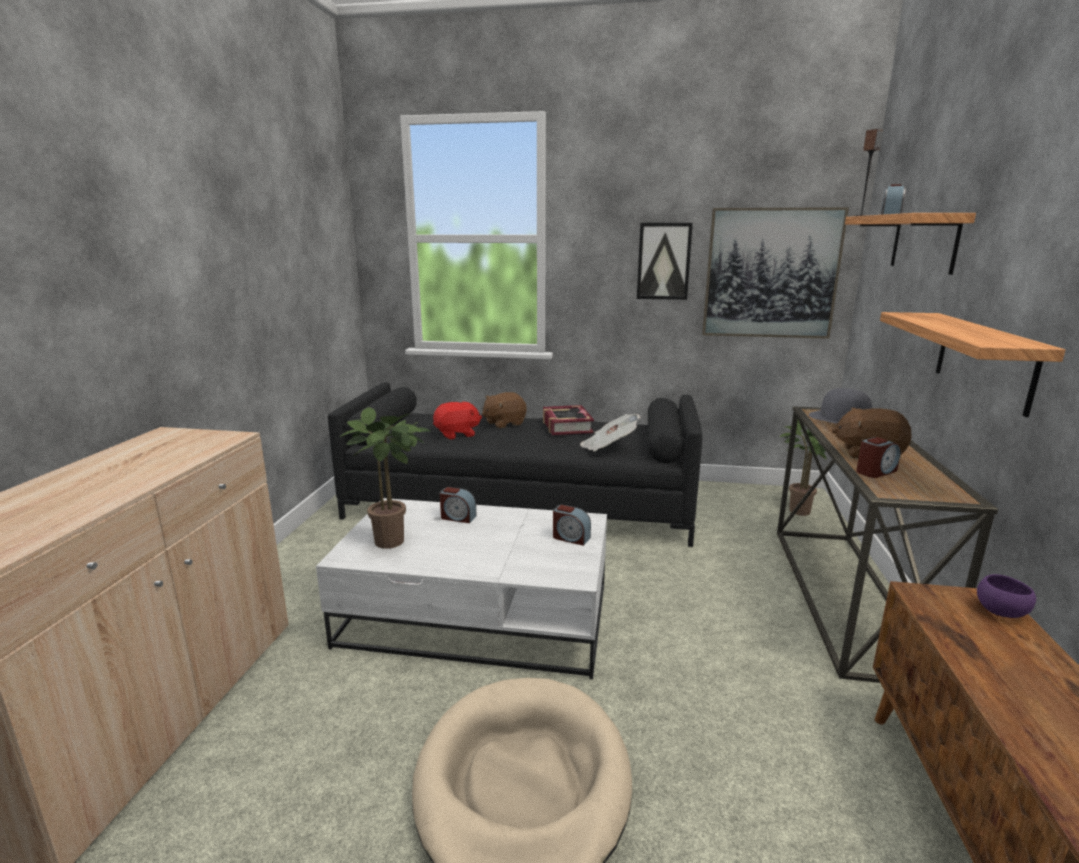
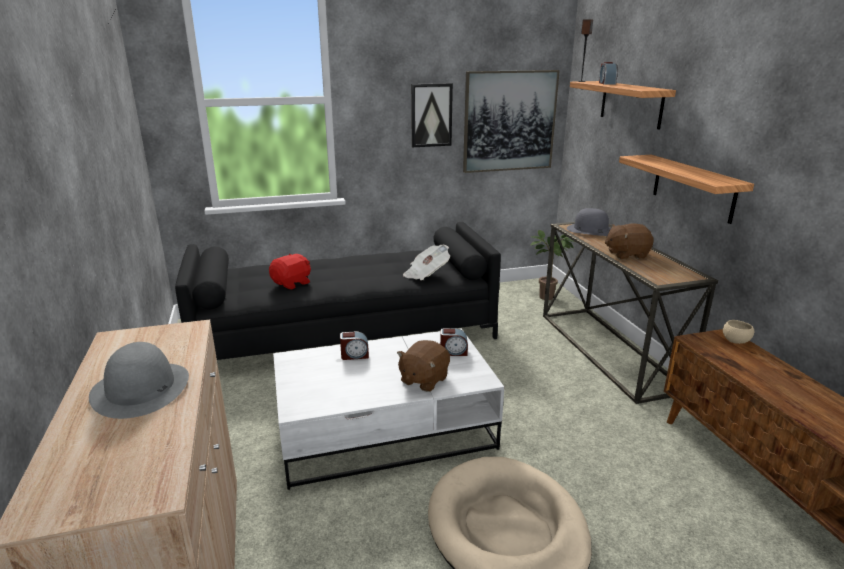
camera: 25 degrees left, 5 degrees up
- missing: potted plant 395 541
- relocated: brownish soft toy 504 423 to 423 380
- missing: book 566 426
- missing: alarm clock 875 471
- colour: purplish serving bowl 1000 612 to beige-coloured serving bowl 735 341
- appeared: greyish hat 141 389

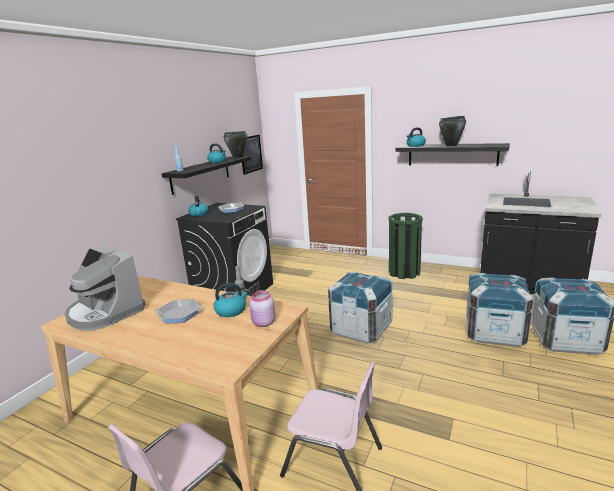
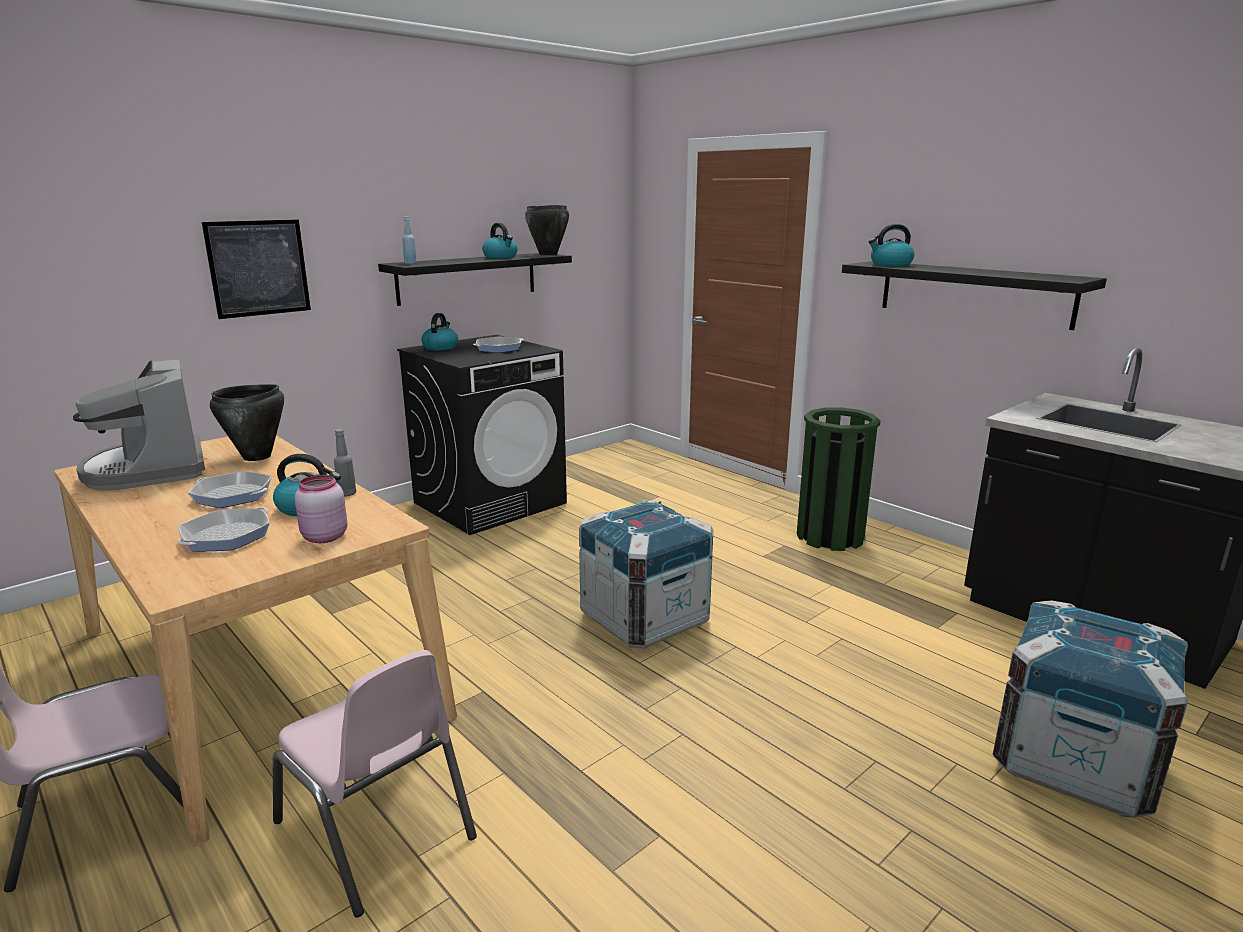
camera: 20 degrees right, 0 degrees up
- relocated: picture 251 154 to 258 268
- relocated: black-coloured stockpot 451 145 to 257 457
- missing: packing crate 494 332
- appeared: frying pan 226 536

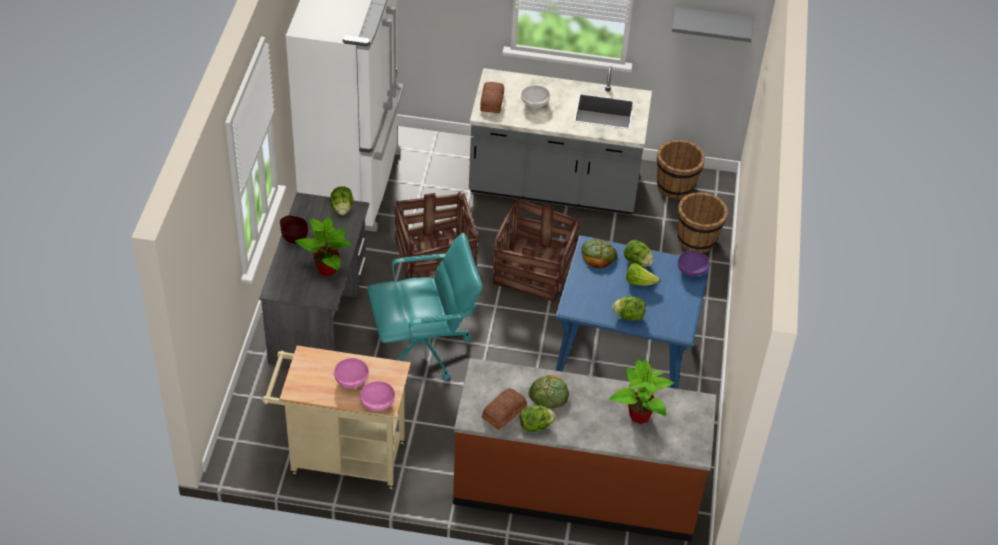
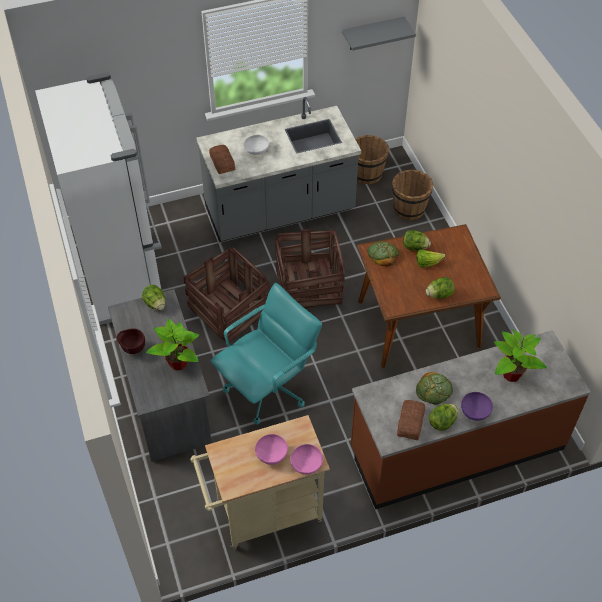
camera: 25 degrees left, 5 degrees up
- colour: bluish dinner table 623 355 to brownish dinner table 418 323
- relocated: purplish serving bowl 692 271 to 475 412

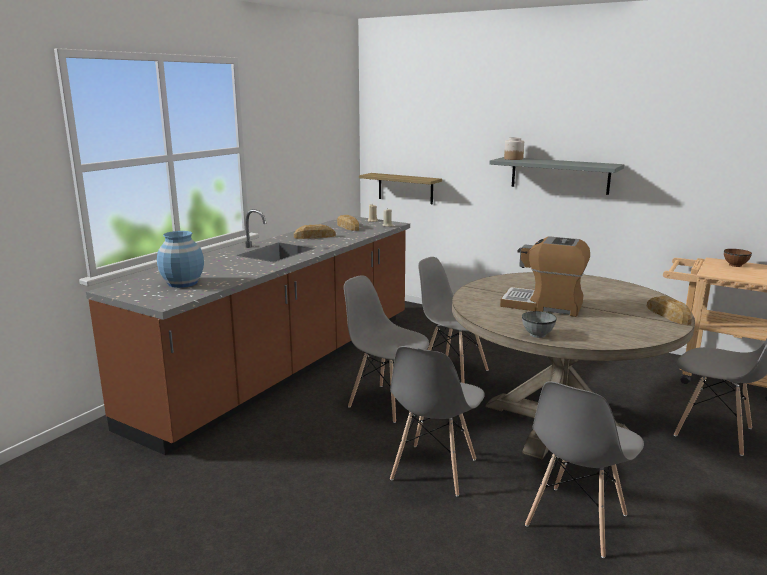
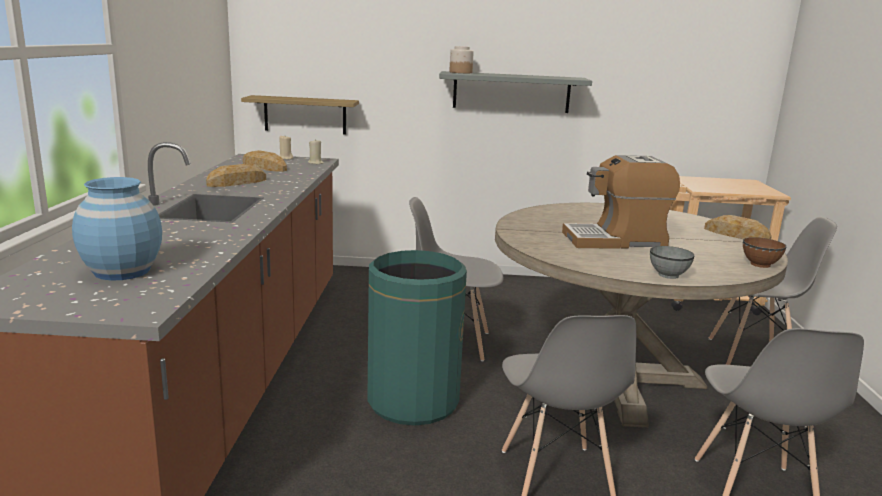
camera: 30 degrees left, 0 degrees up
- exchanged: greyish upright chair 386 403 to greenish trash can 412 401
- relocated: brownish serving bowl 735 265 to 760 264

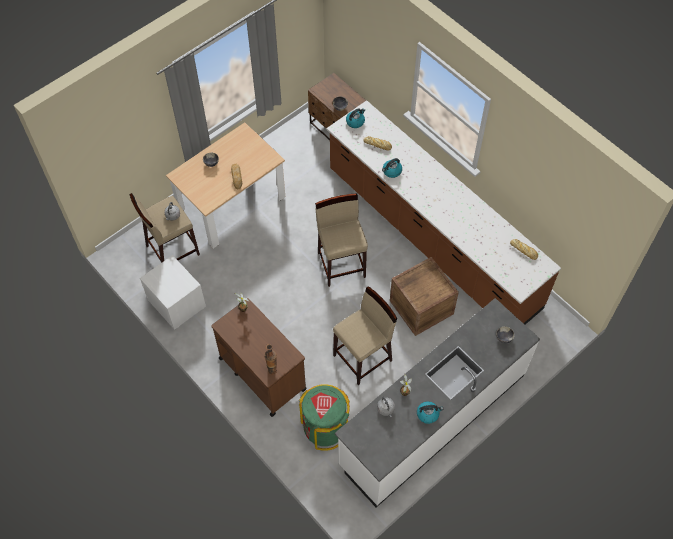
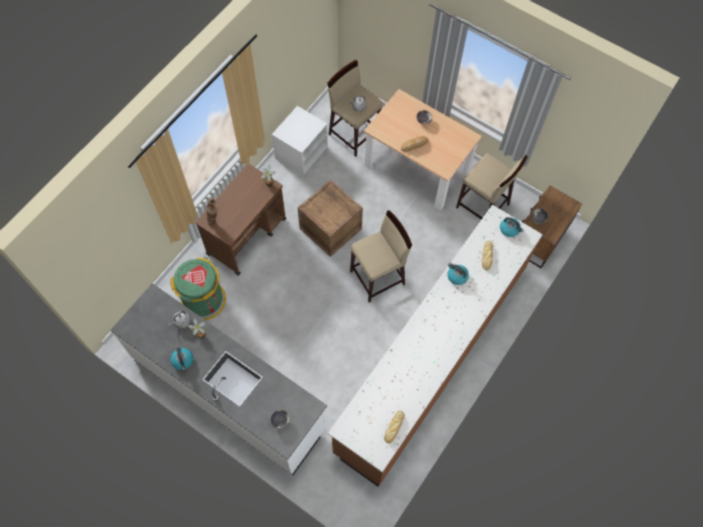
camera: 75 degrees right, 5 degrees up
- relocated: beige-coloured sitting stool 363 358 to 482 206
- relocated: packing crate 421 307 to 330 228

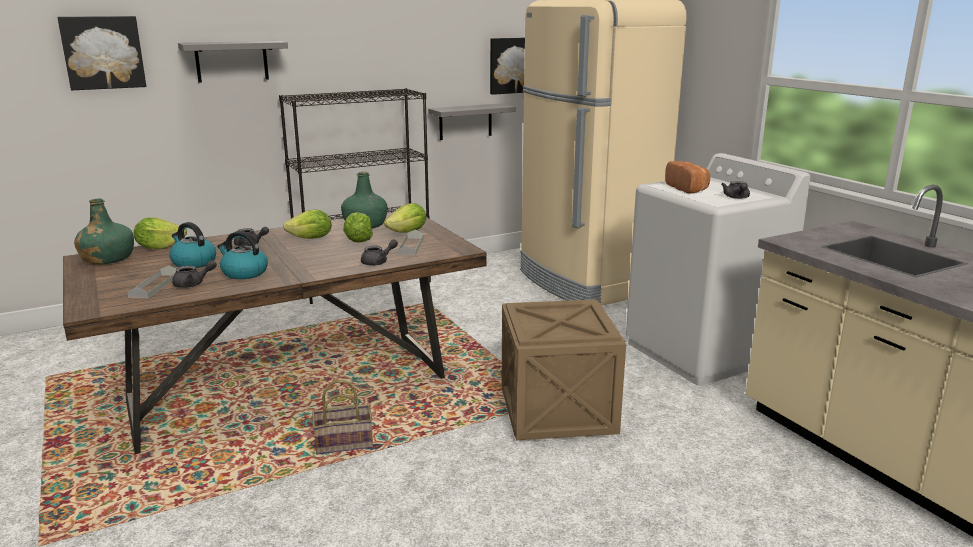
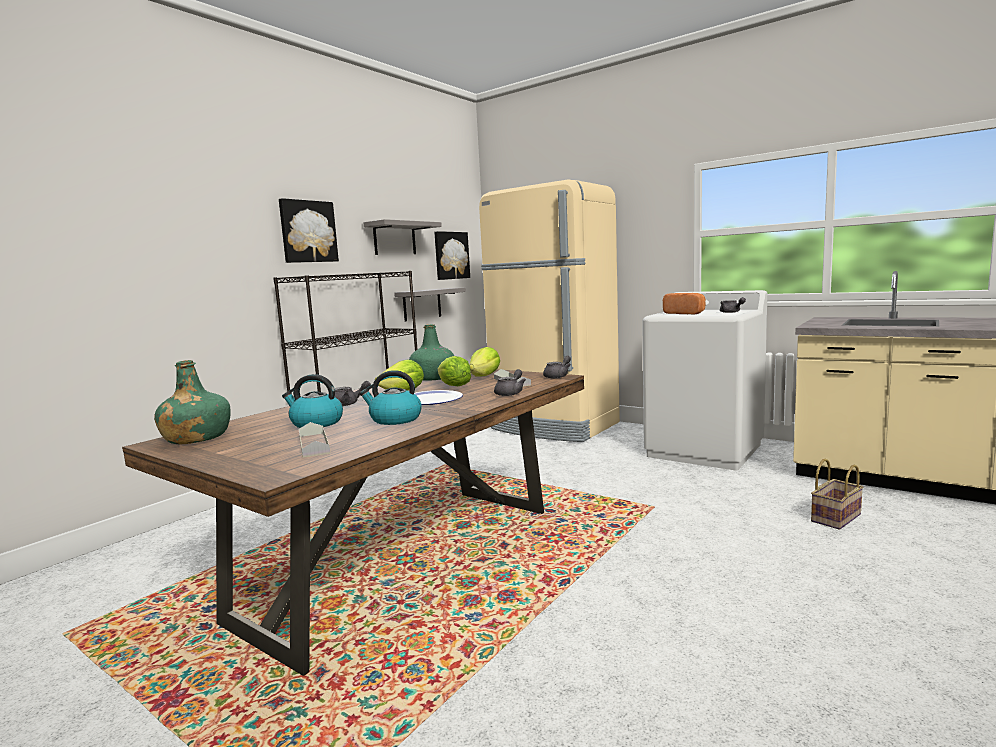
camera: 25 degrees left, 10 degrees down
- relocated: picture 103 52 to 307 231
- missing: head of lettuce 159 247
- relocated: greyish tea pot 193 284 to 558 376
- relocated: greyish wall shelf 232 61 to 394 239
- relocated: basket 345 443 to 835 517
- missing: packing crate 556 409
- appeared: flat dish 431 399

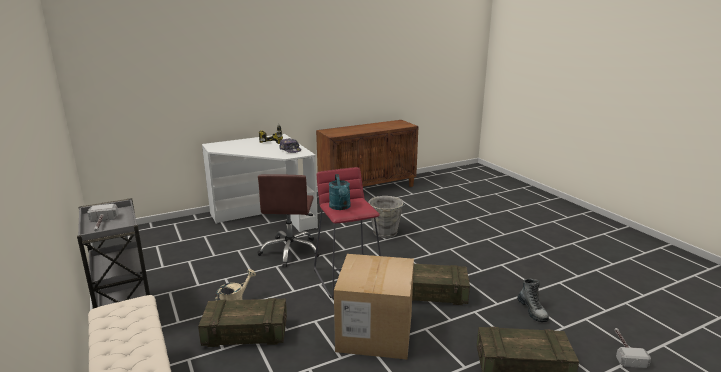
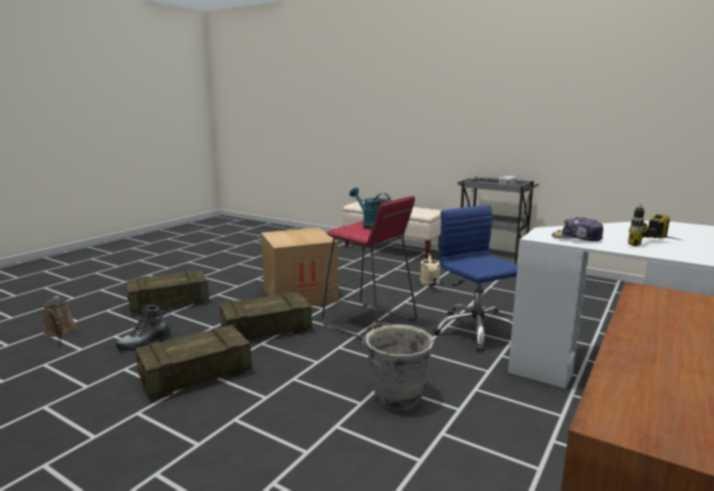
camera: 150 degrees right, 5 degrees down
- relocated: packing crate 246 334 to 196 375
- colour: brownish desk chair 290 251 to bluish desk chair 475 331
- spun: boot 532 311 = 144 342 90 degrees counterclockwise
- exchanged: tool hammer 624 350 to brownish sprinkling can 60 332

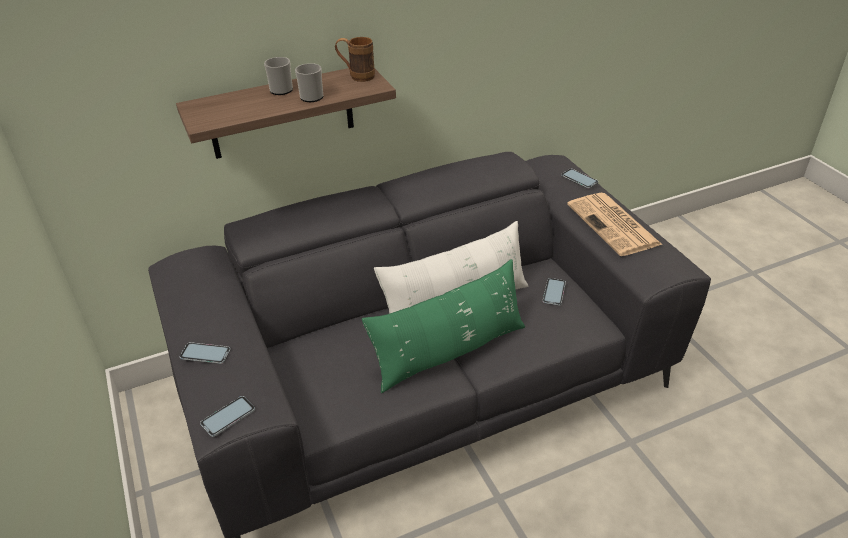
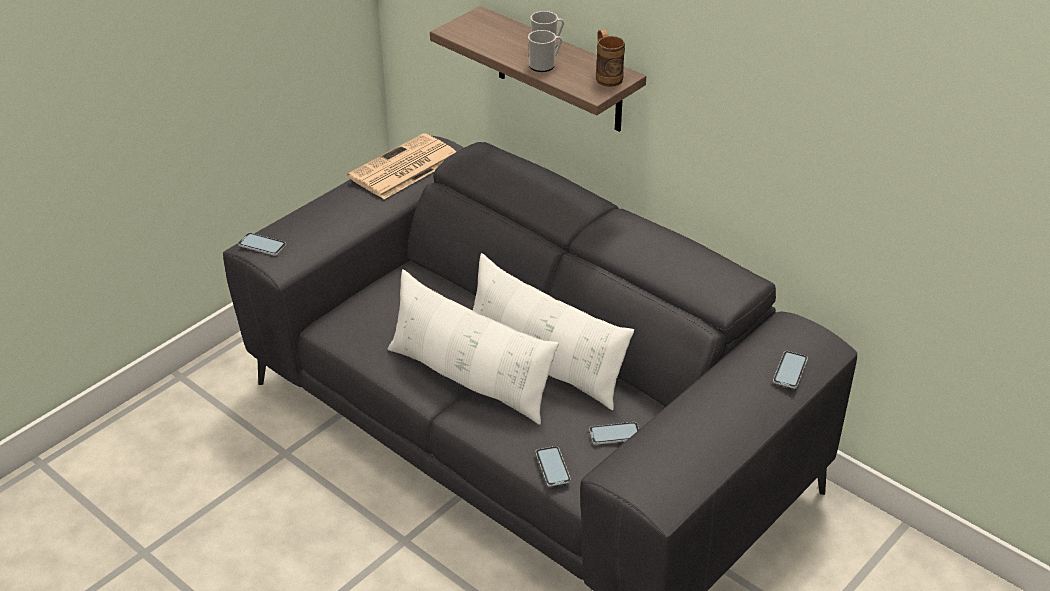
camera: 65 degrees right, 0 degrees up
- relocated: telephone 205 354 to 552 467
- colour: greenish pillow 449 351 to whitish pillow 469 378
- relocated: daily paper 614 225 to 403 168

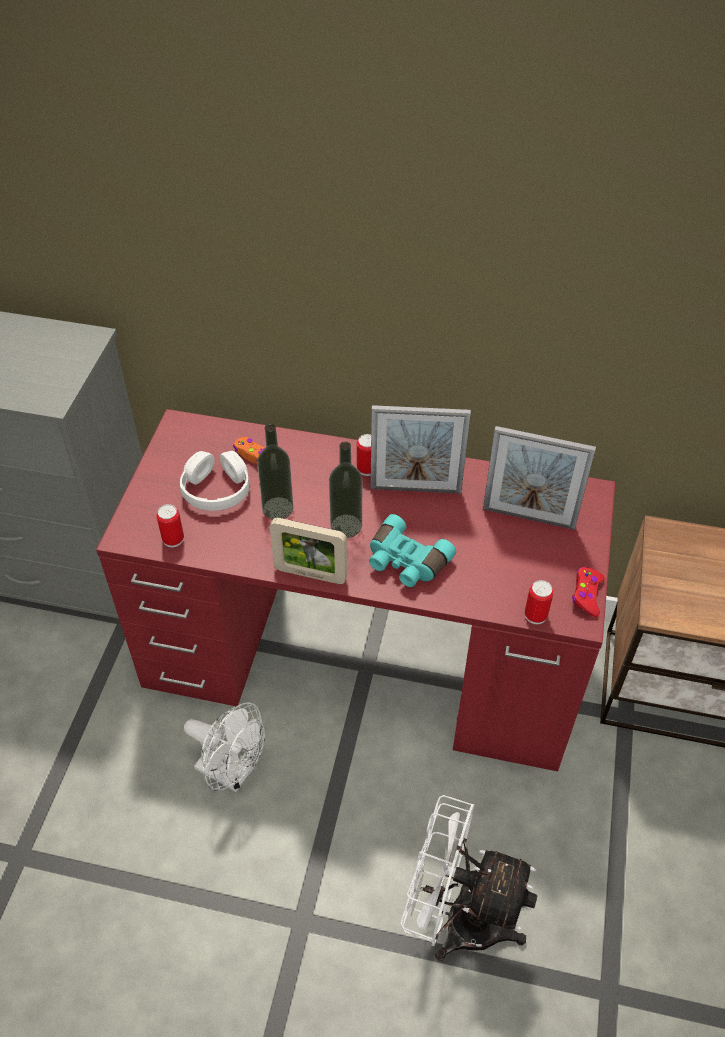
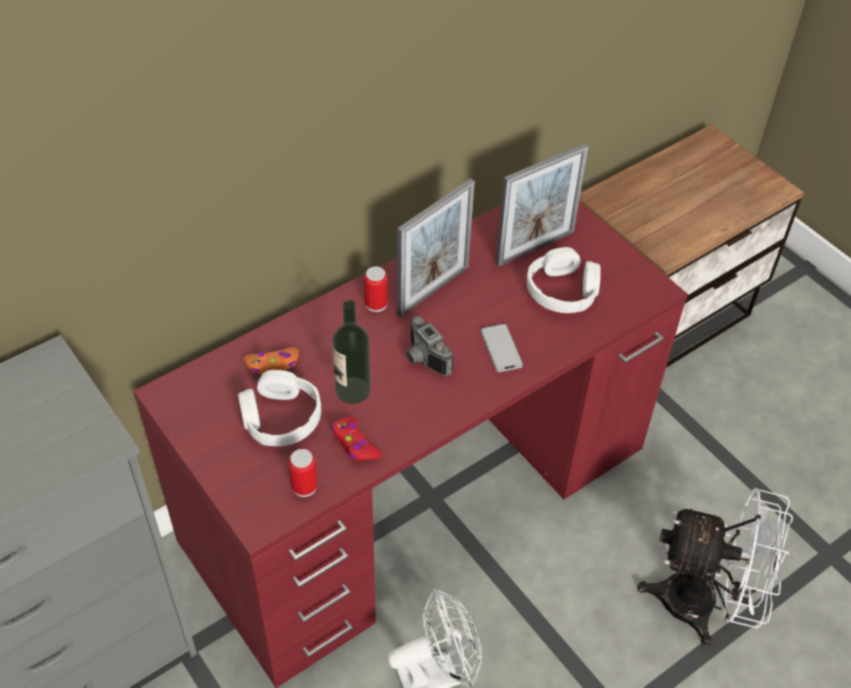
camera: 50 degrees left, 0 degrees up
- missing: standing frame 310 574
- exchanged: bottle 346 526 to photo camera 423 359
- exchanged: blue-green pair of binoculars 405 562 to telephone 501 348
- spun: whitish fan 457 918 = 704 605 135 degrees counterclockwise
- missing: can 535 615
- relocated: red-coloured game controller 586 595 to 355 444
- appeared: whitish headset 562 290

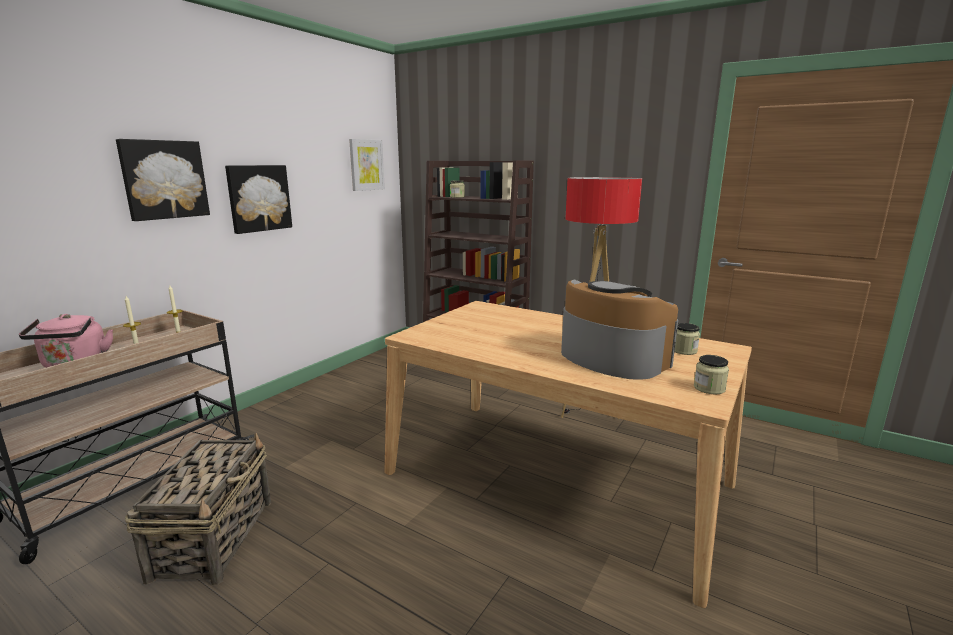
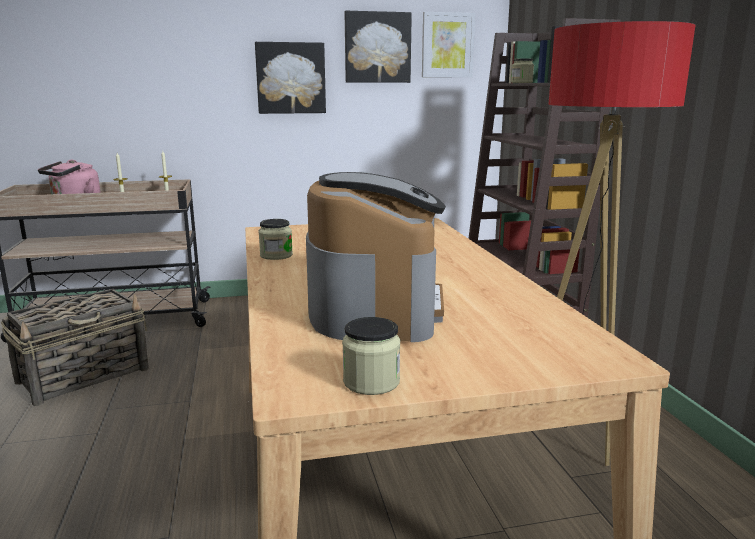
camera: 45 degrees right, 0 degrees up
- relocated: picture 164 179 to 377 47
- relocated: storage jar 684 350 to 276 255

